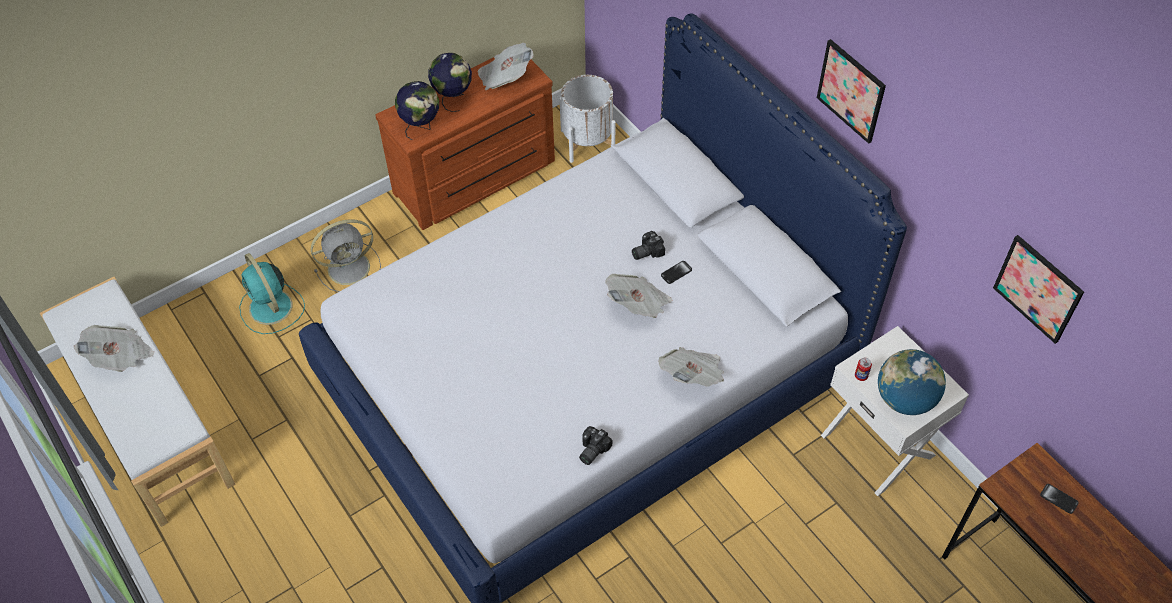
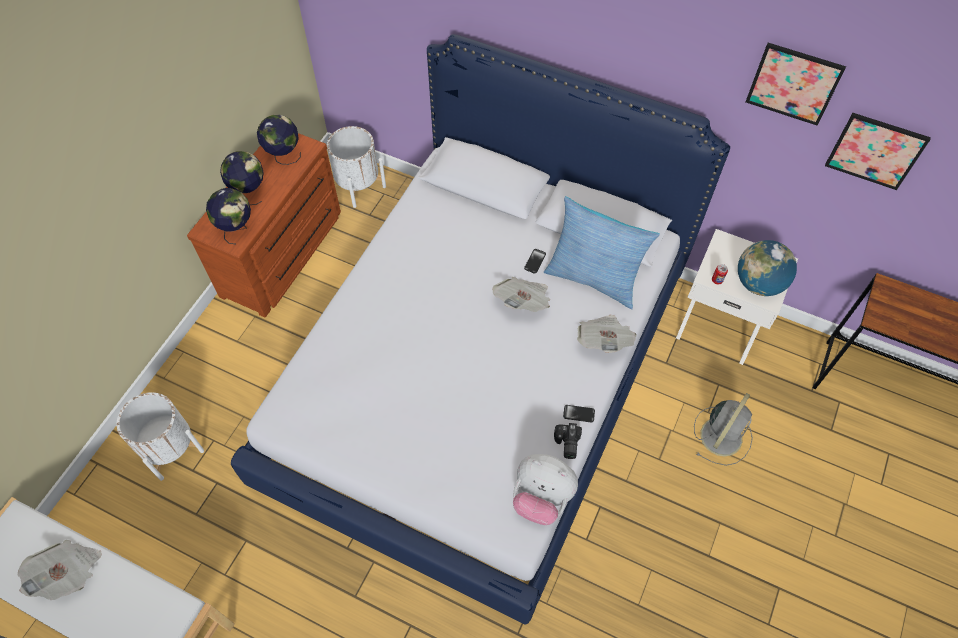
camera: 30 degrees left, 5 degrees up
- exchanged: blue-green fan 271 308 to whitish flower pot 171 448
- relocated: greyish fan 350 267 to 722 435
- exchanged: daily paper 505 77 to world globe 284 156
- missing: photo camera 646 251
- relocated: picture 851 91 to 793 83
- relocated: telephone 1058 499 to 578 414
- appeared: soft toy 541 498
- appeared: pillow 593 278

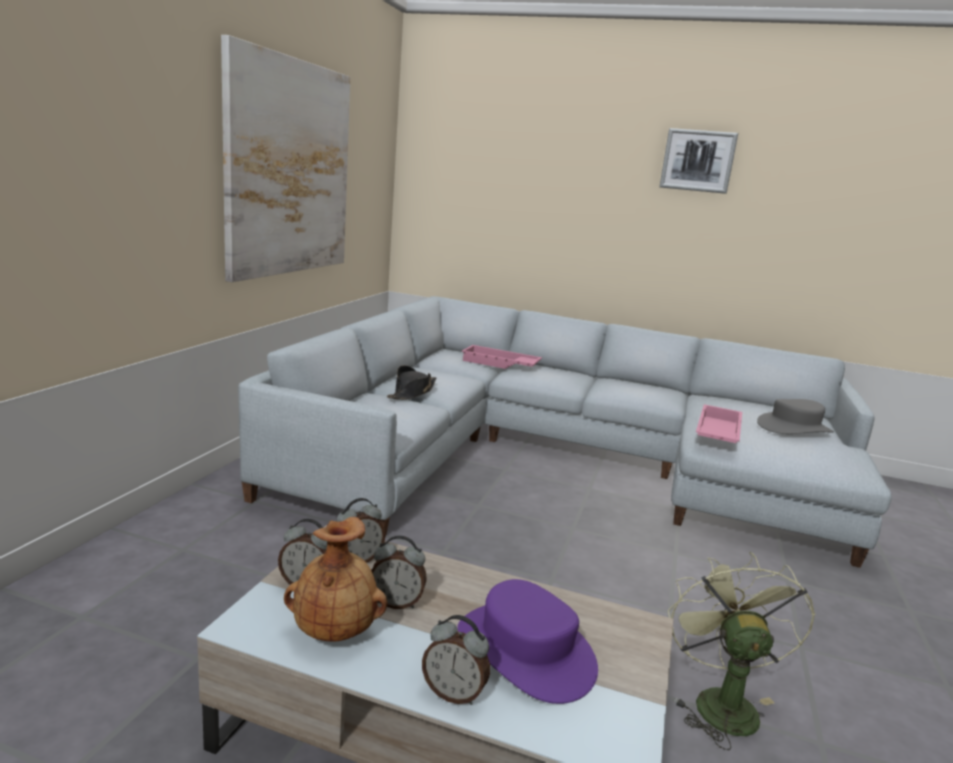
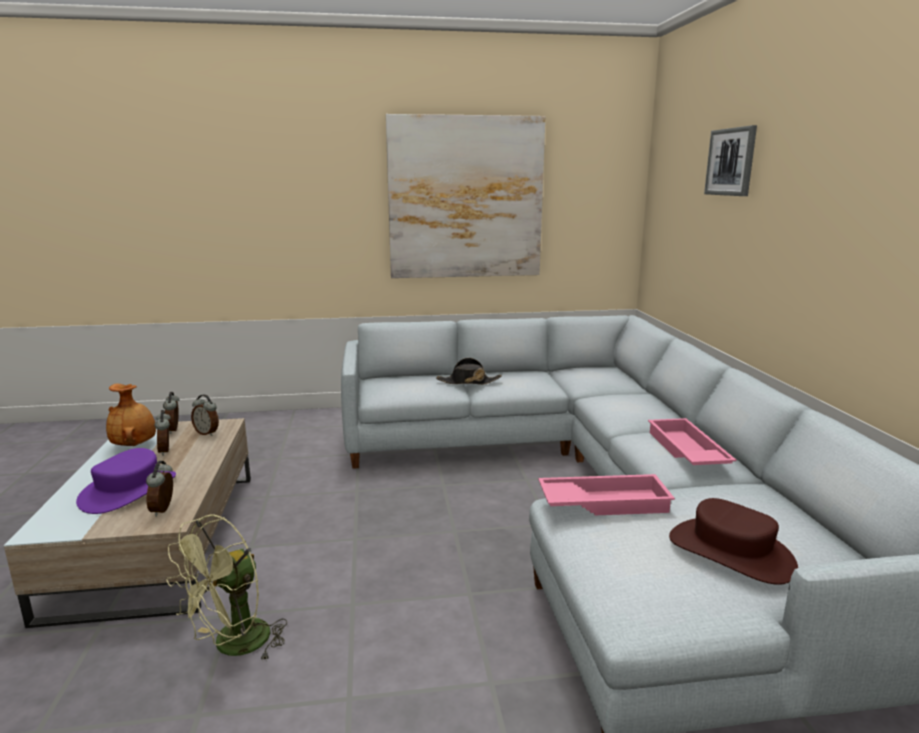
camera: 65 degrees right, 0 degrees up
- relocated: alarm clock 453 693 to 164 510
- relocated: pinkish carrying tray 499 364 to 685 451
- relocated: picture 697 161 to 731 162
- spun: greenish fan 719 701 = 233 646 150 degrees clockwise
- colour: greyish hat 794 428 to brownish hat 731 552

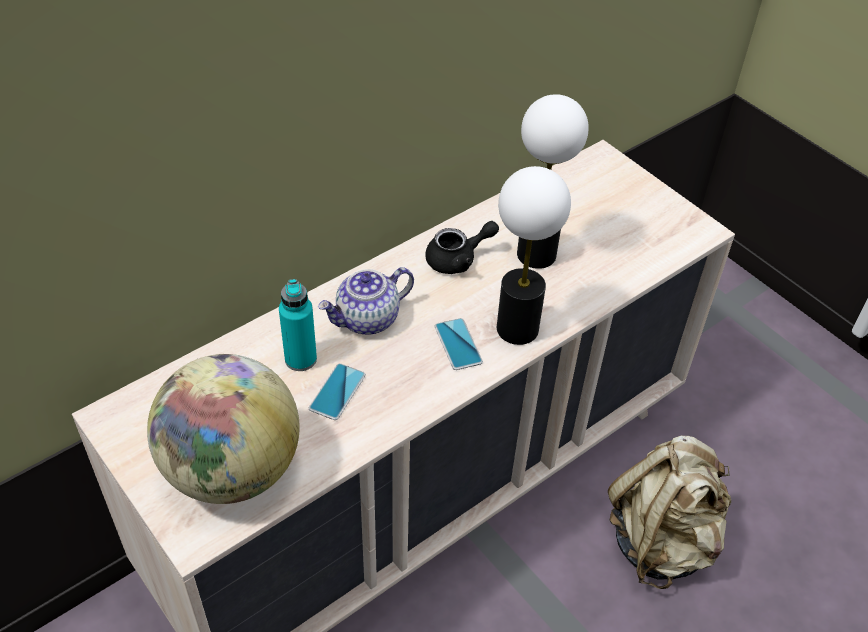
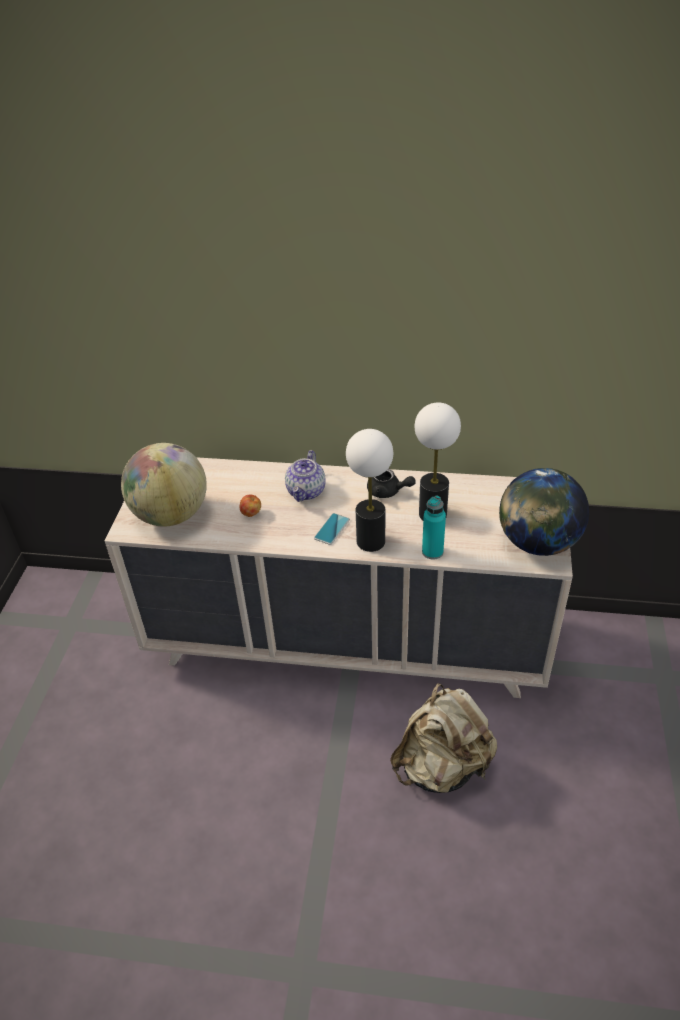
camera: 50 degrees right, 5 degrees down
- relocated: blue-green bottle 300 359 to 432 552
- exchanged: telephone 337 392 to apple 251 513
- spun: tea pot 367 319 = 306 492 90 degrees counterclockwise
- appeared: world globe 537 543

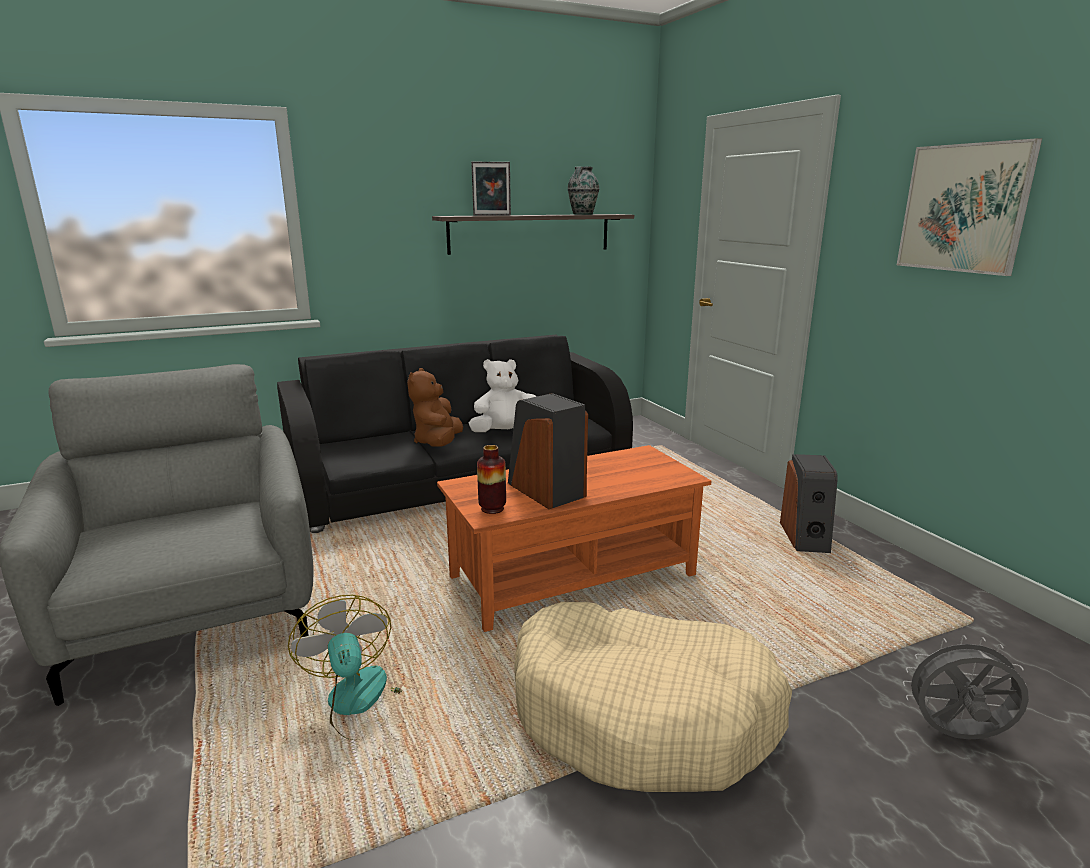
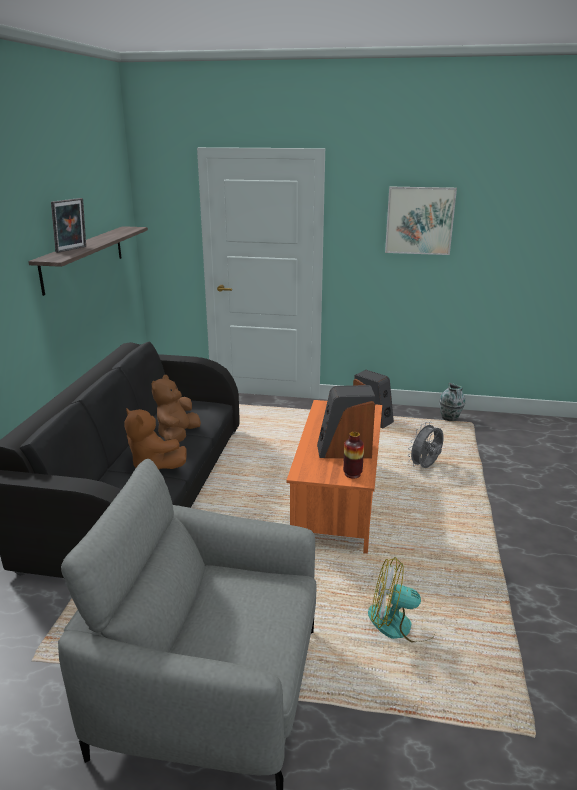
camera: 55 degrees left, 5 degrees up
- colour: whitish soft toy 505 433 to brownish soft toy 178 436
- missing: beige-coloured dog cushion 643 714
- relocated: vase 582 214 to 450 418
- relocated: greyish fan 956 736 to 425 467

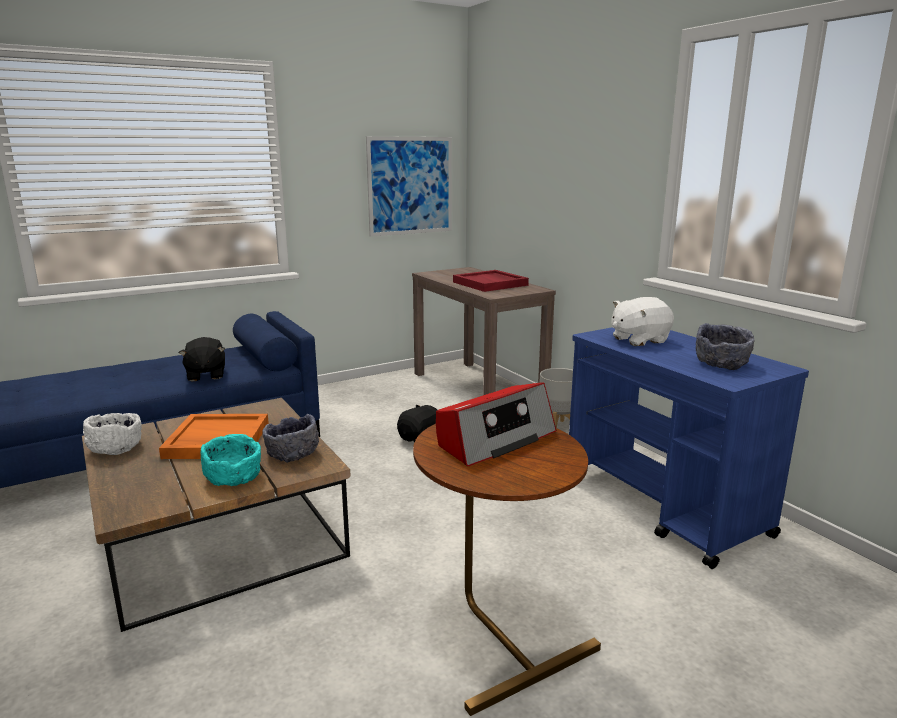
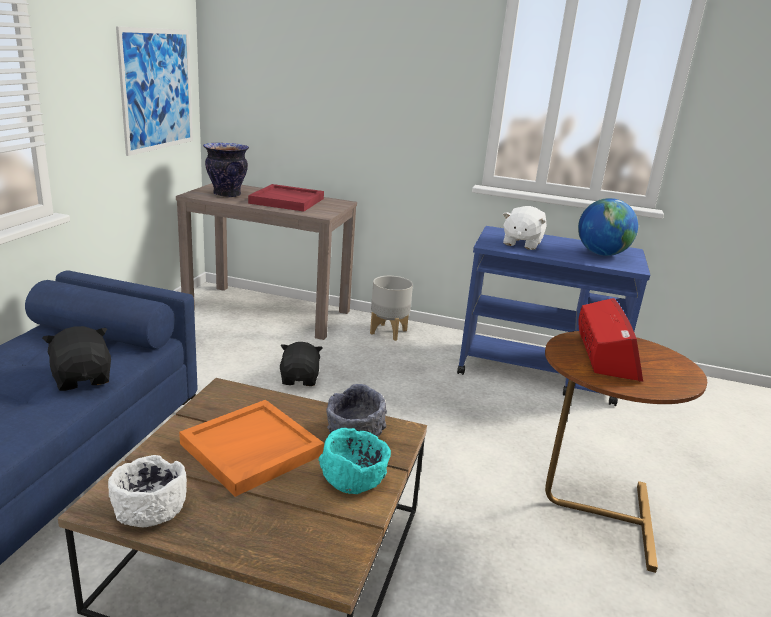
camera: 45 degrees left, 5 degrees up
- spun: black-coloured soft toy 205 375 = 83 378 150 degrees counterclockwise
- exchanged: greyish serving bowl 721 364 to world globe 601 254
- appeared: vase 227 195

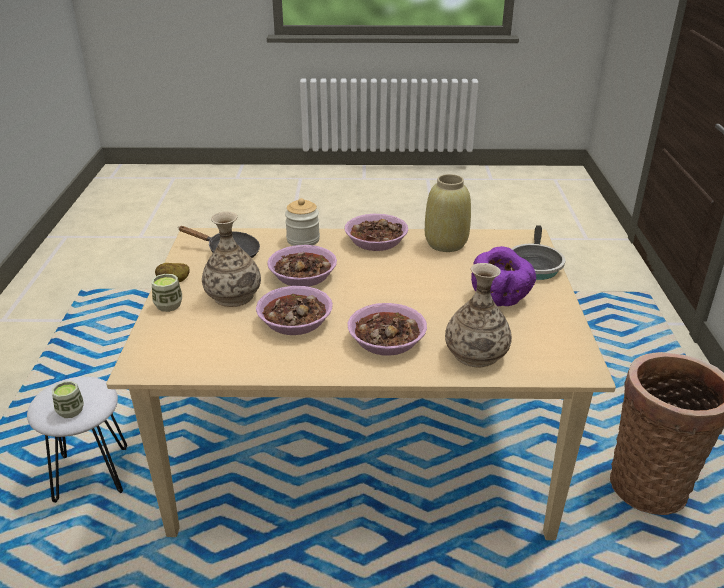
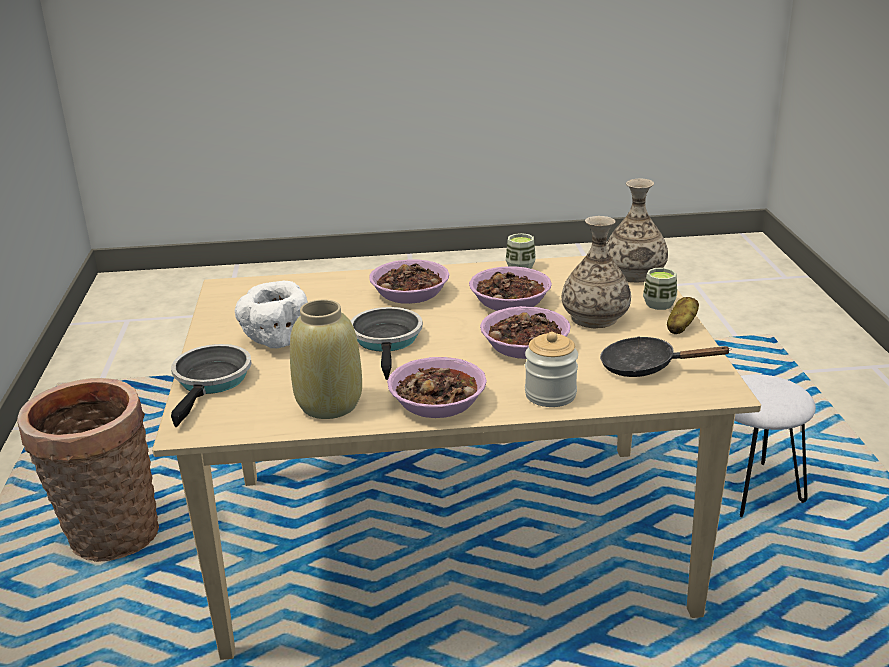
camera: 175 degrees right, 5 degrees down
- relocated: cup 70 411 to 520 267
- relocated: vase 476 354 to 634 273
- colour: purplish serving bowl 501 297 to whitish serving bowl 275 339
- appeared: frying pan 387 341

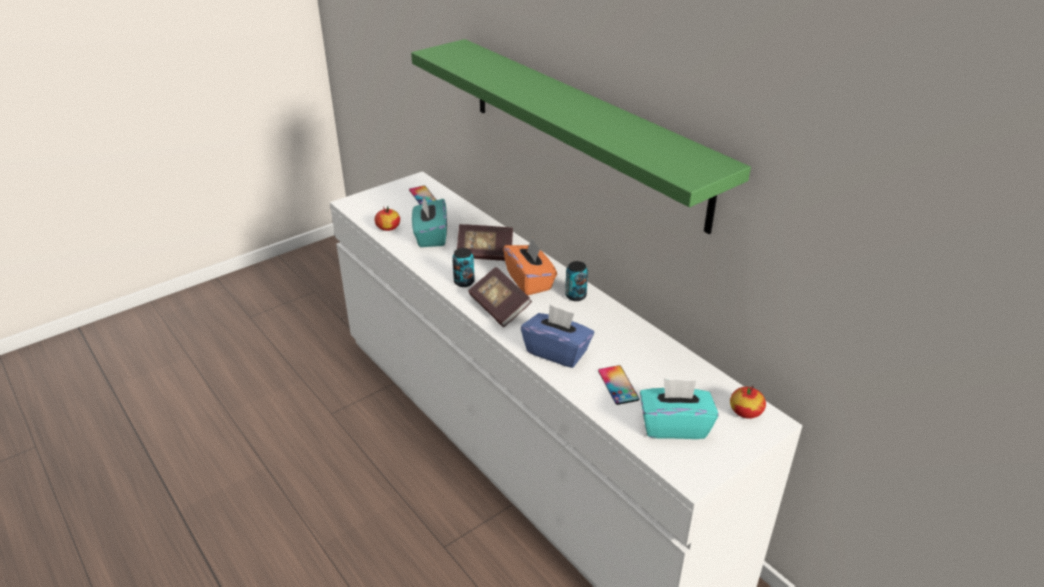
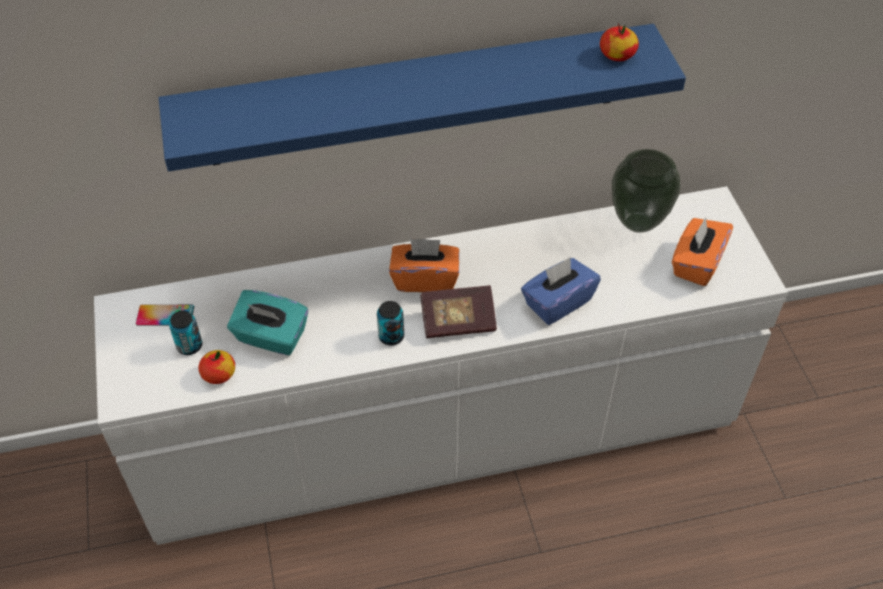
camera: 65 degrees left, 15 degrees up
- colour: greenish wall shelf 582 129 to bluish wall shelf 415 96
- missing: book 485 253
- relocated: can 575 296 to 189 346
- missing: telephone 618 385
- colour: blue-green box of tissues 674 426 to orange-coloured box of tissues 696 263
- relocated: apple 745 411 to 617 55
- appeared: vase 638 223

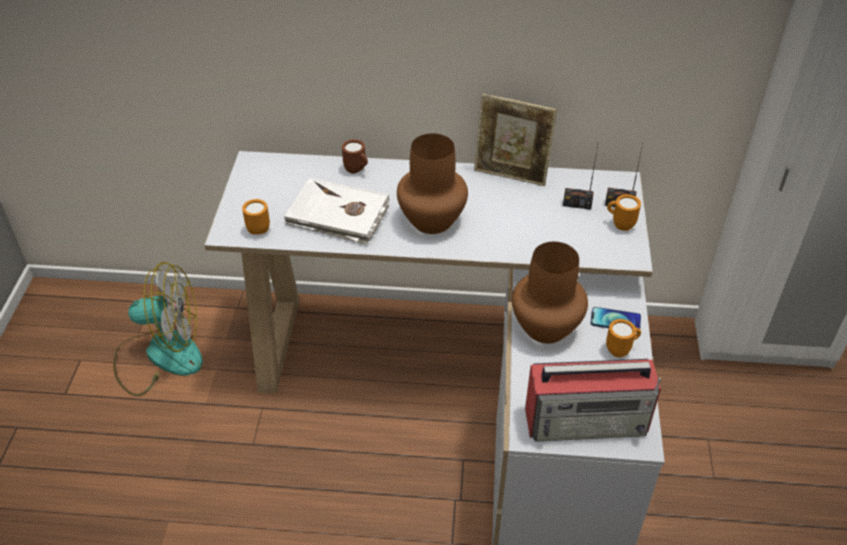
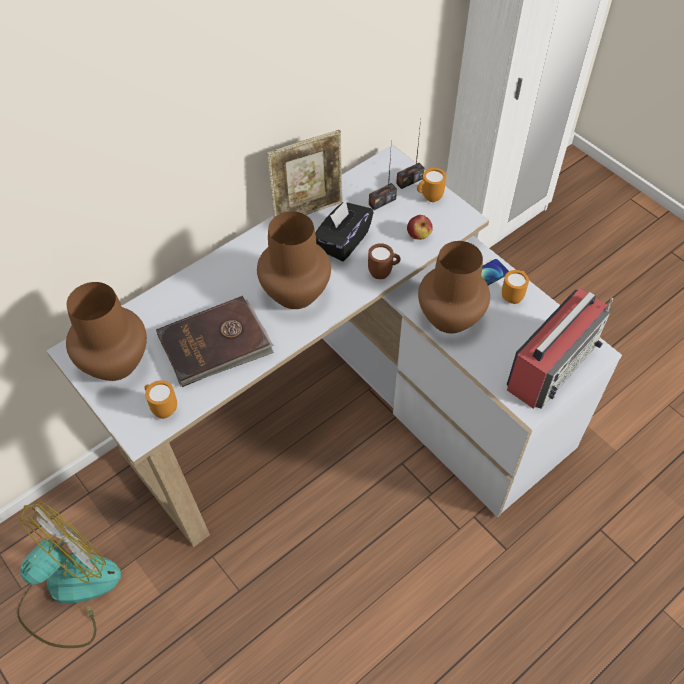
camera: 45 degrees left, 10 degrees up
- colour: whitish book 338 215 to brownish book 215 344
- relocated: brownish mug 357 171 to 383 273
- appeared: brownish vase 116 363
- appeared: black-coloured box of tissues 342 242
- appeared: apple 418 236

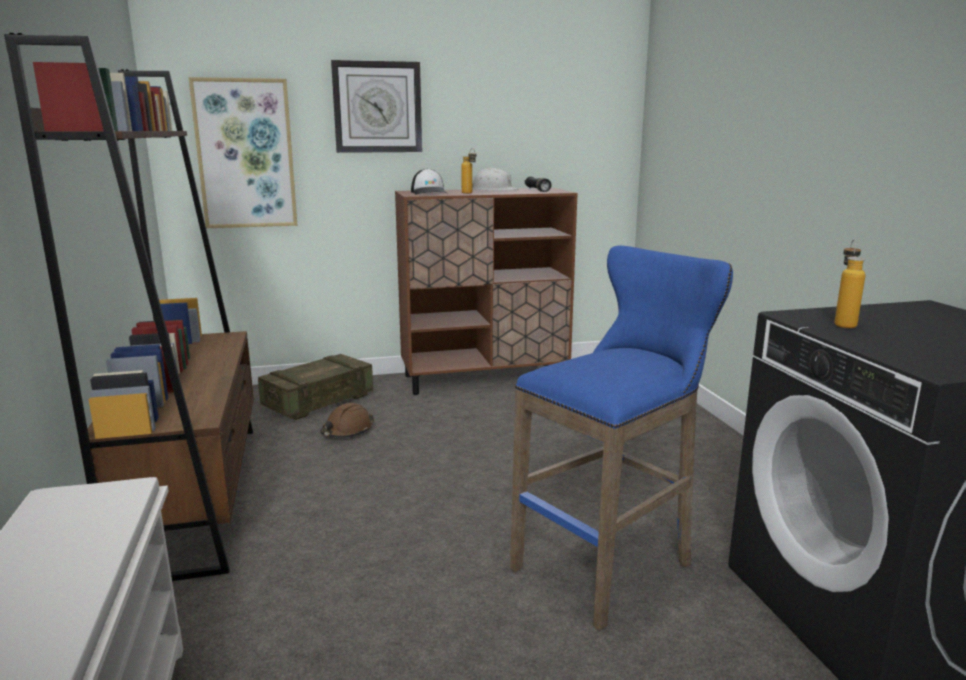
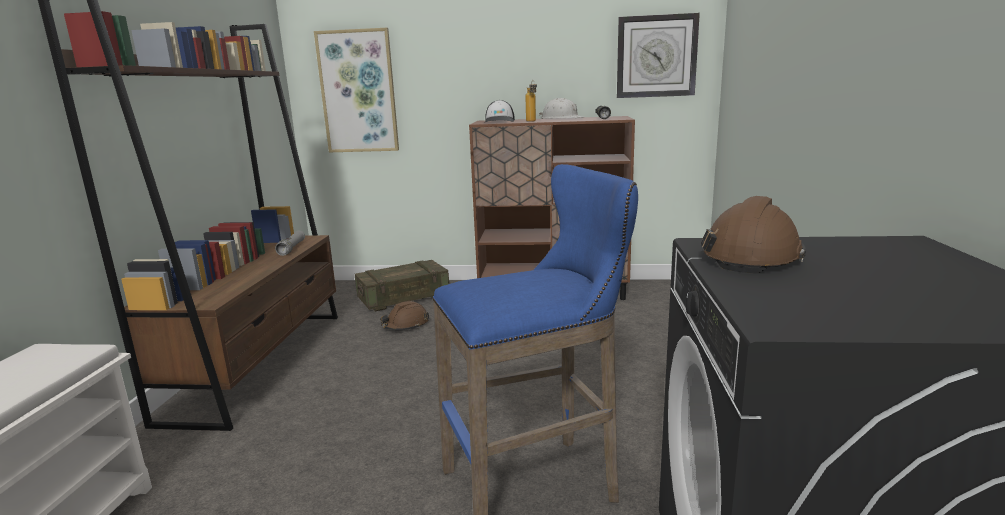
camera: 20 degrees right, 0 degrees up
- relocated: clock on the wall 377 107 to 656 56
- exchanged: bottle 843 323 to brownish safety helmet 751 256
- appeared: greyish torch 292 249

